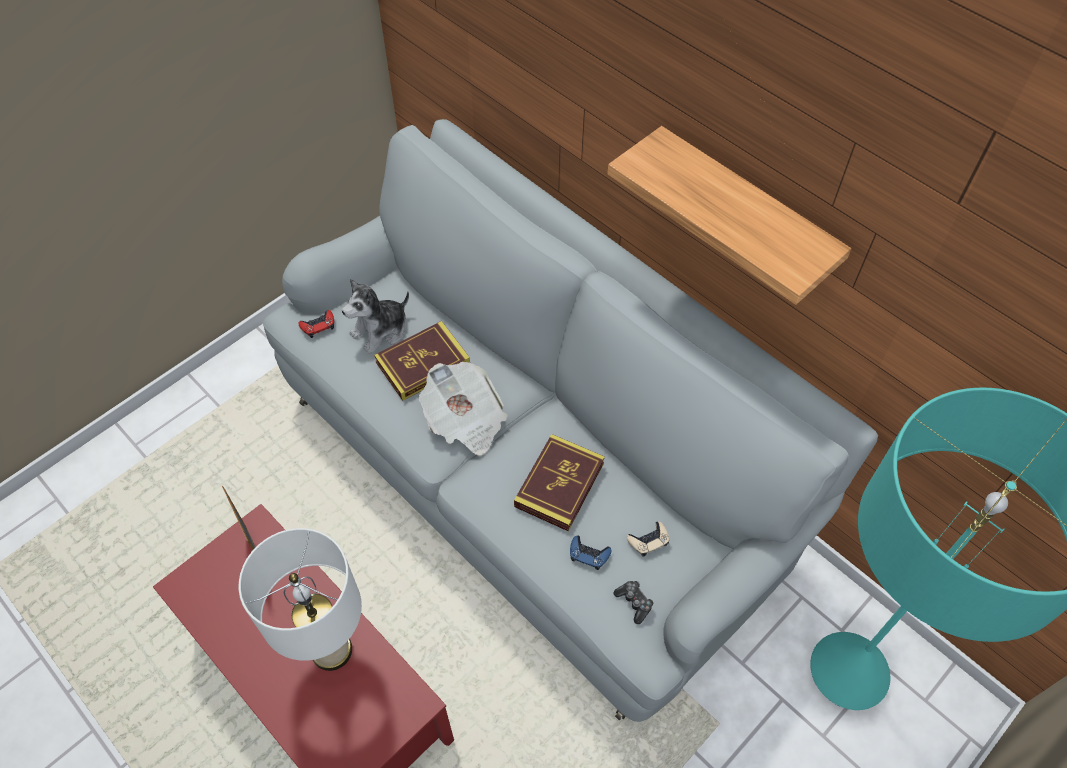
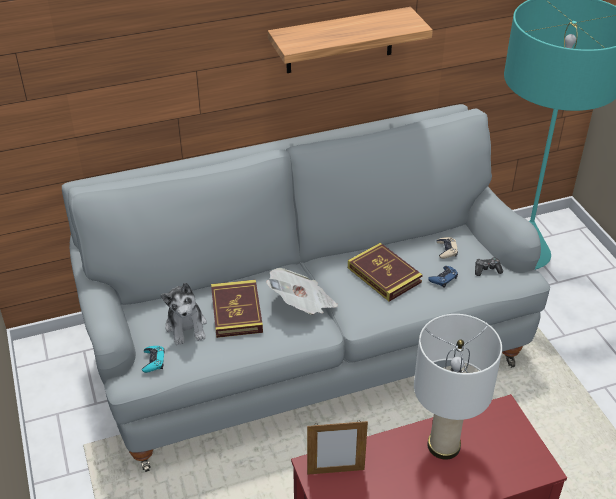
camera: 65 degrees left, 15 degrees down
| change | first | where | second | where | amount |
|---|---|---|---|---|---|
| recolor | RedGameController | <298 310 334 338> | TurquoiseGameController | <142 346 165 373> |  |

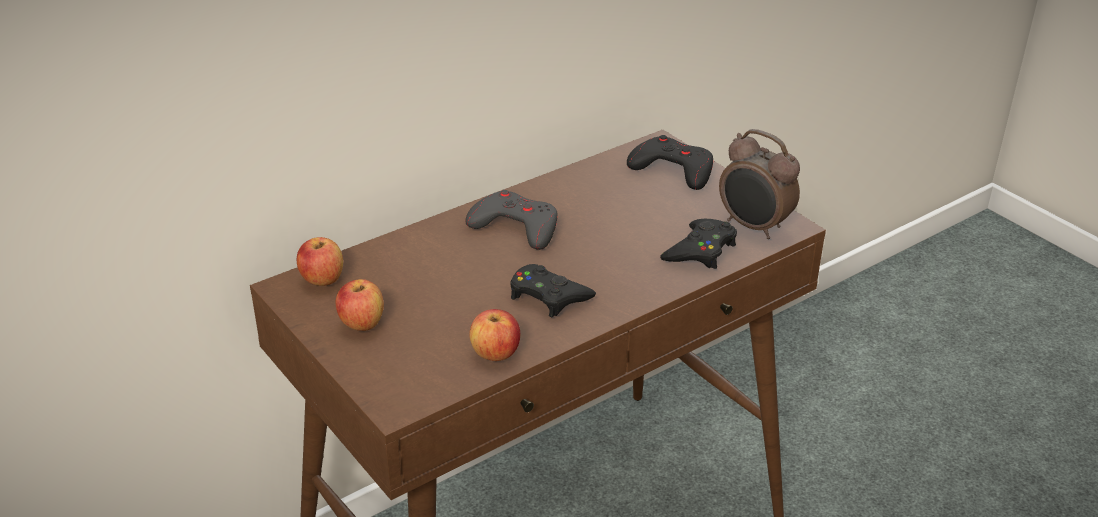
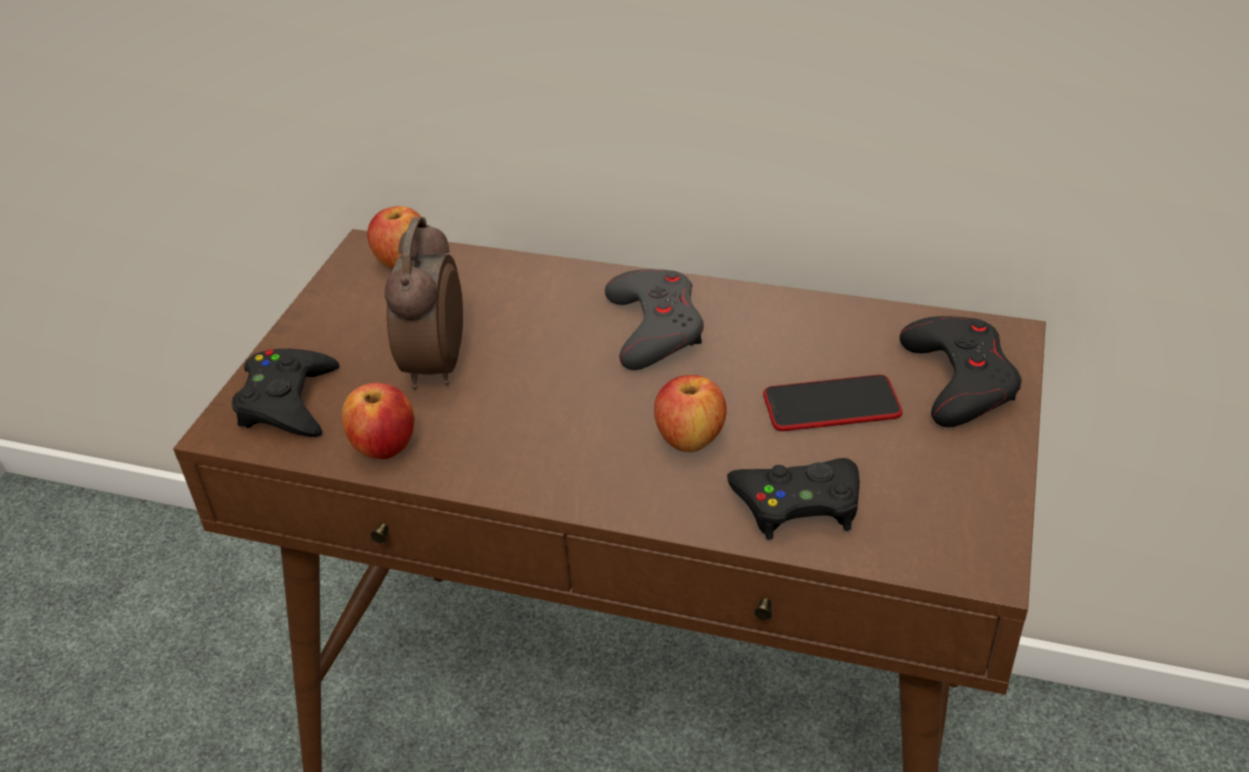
camera: 55 degrees right, 5 degrees up
| change | first | where | second | where | amount |
|---|---|---|---|---|---|
| move | BlackGameController | <510 264 596 317> |  | <232 349 340 437> |  |
| move | AlarmClock | <719 129 800 239> |  | <385 217 463 390> |  |
| move | Apple | <336 279 384 331> |  | <654 375 727 452> |  |
| insert |  |  | Phone | <763 374 902 431> |  |

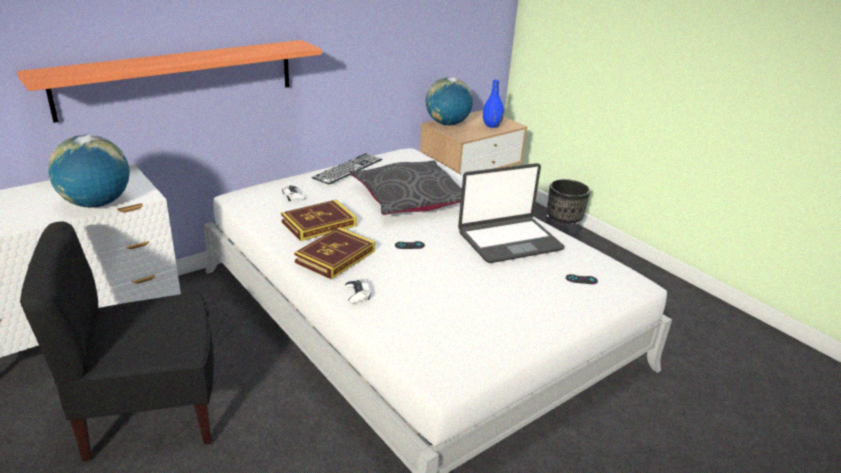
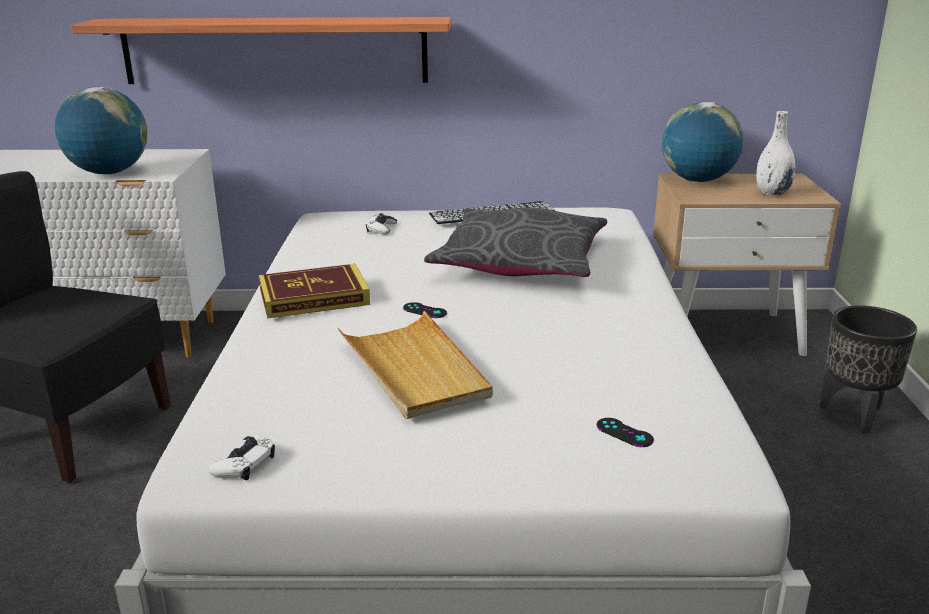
camera: 40 degrees right, 5 degrees down
| change | first | where | second | where | amount |
|---|---|---|---|---|---|
| move | WhiteGameController | <345 279 371 304> |  | <208 435 275 480> |  |
| insert |  |  | BeigeTray | <338 311 493 419> |  |
| recolor | BlueVase | <483 80 504 128> | WhiteVase | <756 111 795 196> |  |
| delete | Book | <281 200 357 241> |  |  |  |
| delete | Laptop | <458 163 565 263> |  |  |  |

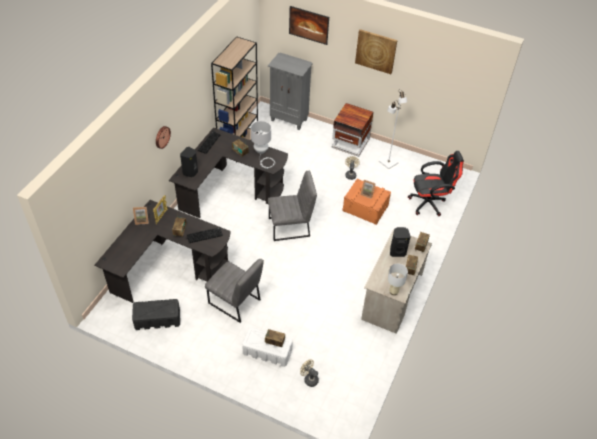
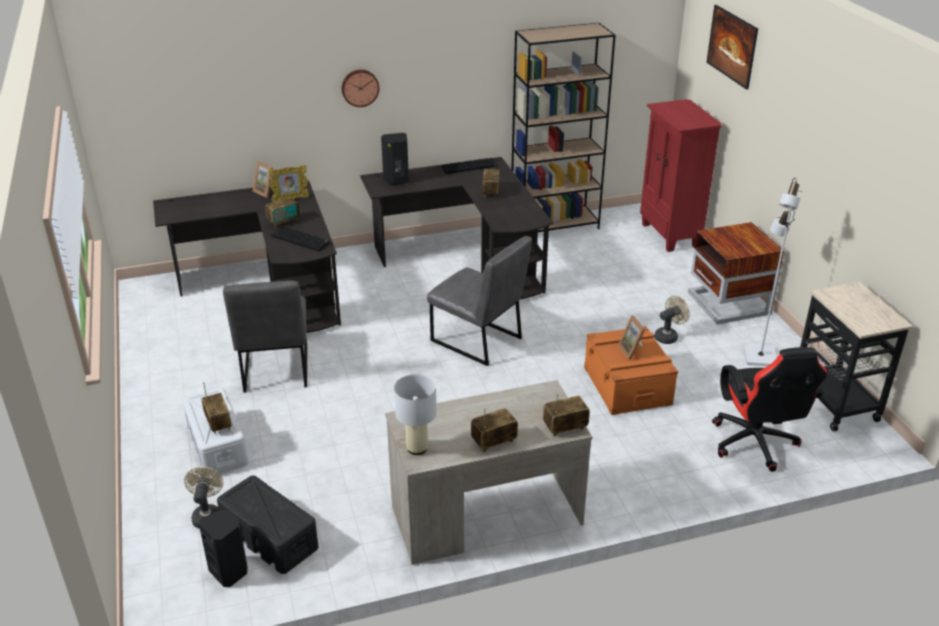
camera: 50 degrees right, 15 degrees down
| change | first | where | second | where | amount |
|---|---|---|---|---|---|
| move | BlackSpeaker | <390 227 411 257> |  | <199 510 248 587> |  |
| move | BlackStorageBox | <132 299 180 330> |  | <217 475 319 574> |  |
| recolor | GreyCabinet | <268 53 313 130> | RedCabinet | <640 99 722 252> |  |
| rotate | BlackOfficeChair | <408 151 464 216> |  | <712 347 827 472> | 45 degrees clockwise |
| insert |  |  | Cart | <800 282 913 432> |  |
| delete | WhiteTableLamp | <251 121 275 169> |  |  |  |
| delete | Picture | <355 29 397 74> |  |  |  |

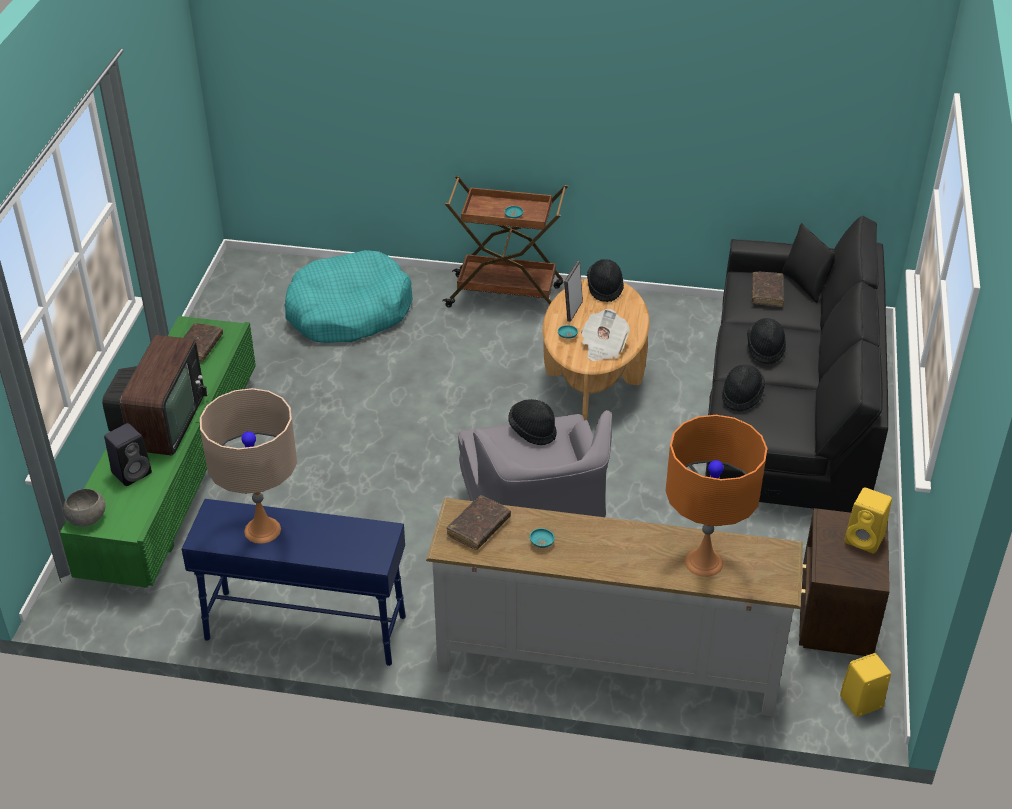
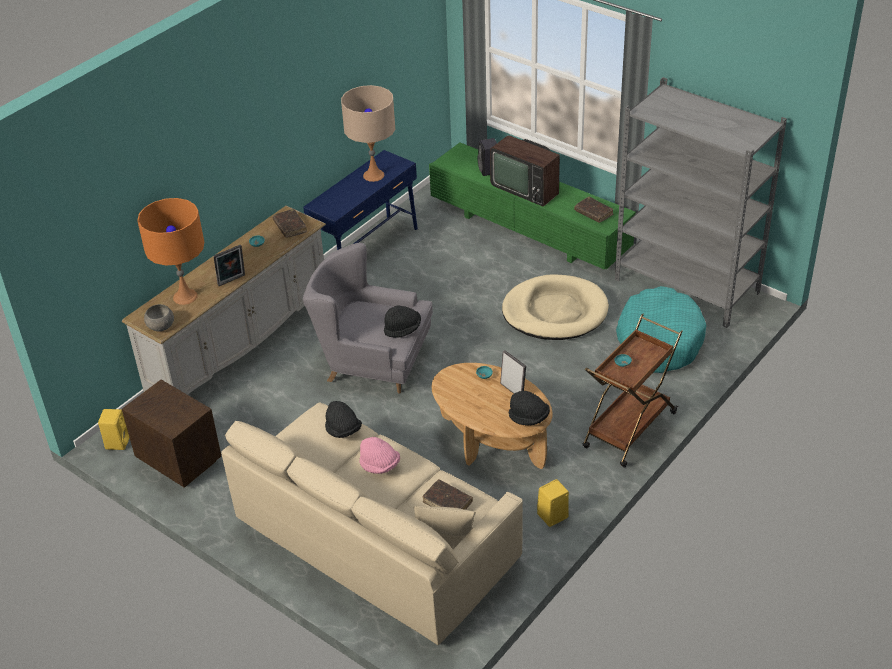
camera: 120 degrees right, 0 degrees up
| change | first | where | second | where | amount |
|---|---|---|---|---|---|
| move | GreyBowl | <63 489 106 527> |  | <144 304 174 332> |  |
| insert |  |  | PictureFrame | <213 245 245 286> |  |
| recolor | BlackSofa | <705 216 888 513> | BeigeSofa | <221 402 523 645> |  |
| recolor | BlackHat | <747 318 786 364> | PinkHat | <360 437 400 474> |  |
| insert |  |  | BeigeDogBed | <502 274 609 340> |  |
| move | YellowSpeaker | <844 487 892 554> |  | <537 479 569 527> |  |
| insert |  |  | GreyBookcase | <615 77 787 328> |  |
| delete | Newspaper | <581 309 630 361> |  |  |  |

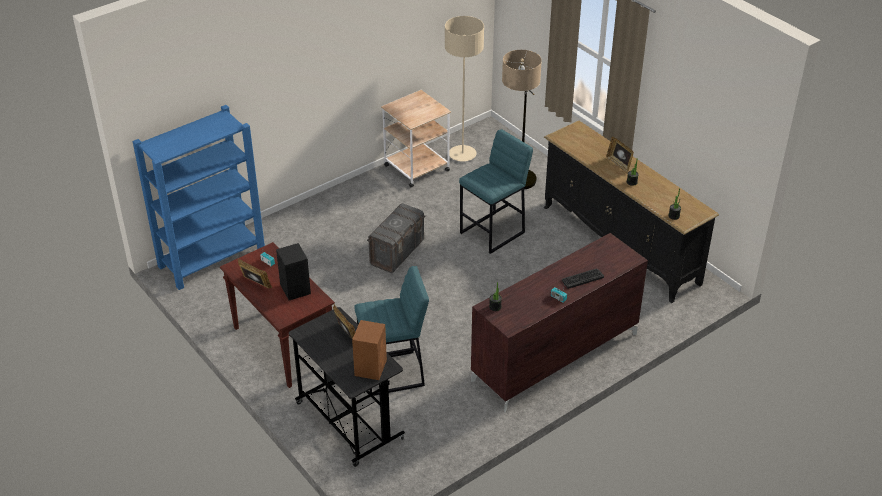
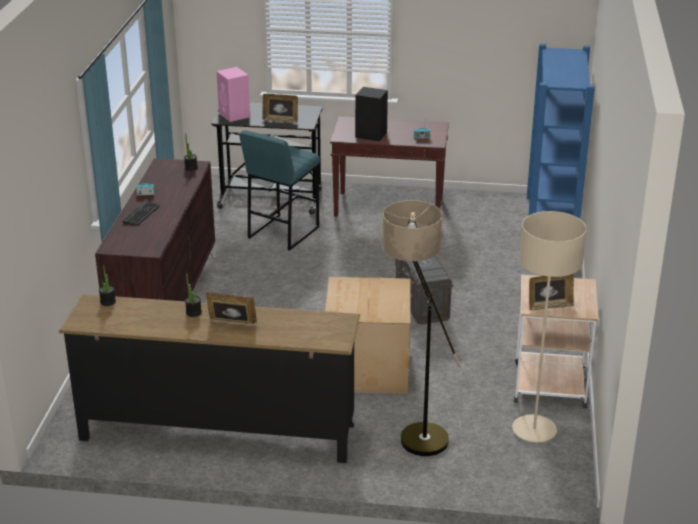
camera: 135 degrees right, 10 degrees down
| change | first | where | second | where | amount |
|---|---|---|---|---|---|
| recolor | BrownSpeaker | <352 320 387 380> | PinkSpeaker | <216 67 250 122> |  |
| replace | TurquoiseStool | <459 129 533 254> | CardboardBox | <325 277 410 394> |  |
| move | PictureFrame | <238 259 272 288> |  | <529 274 574 311> |  |

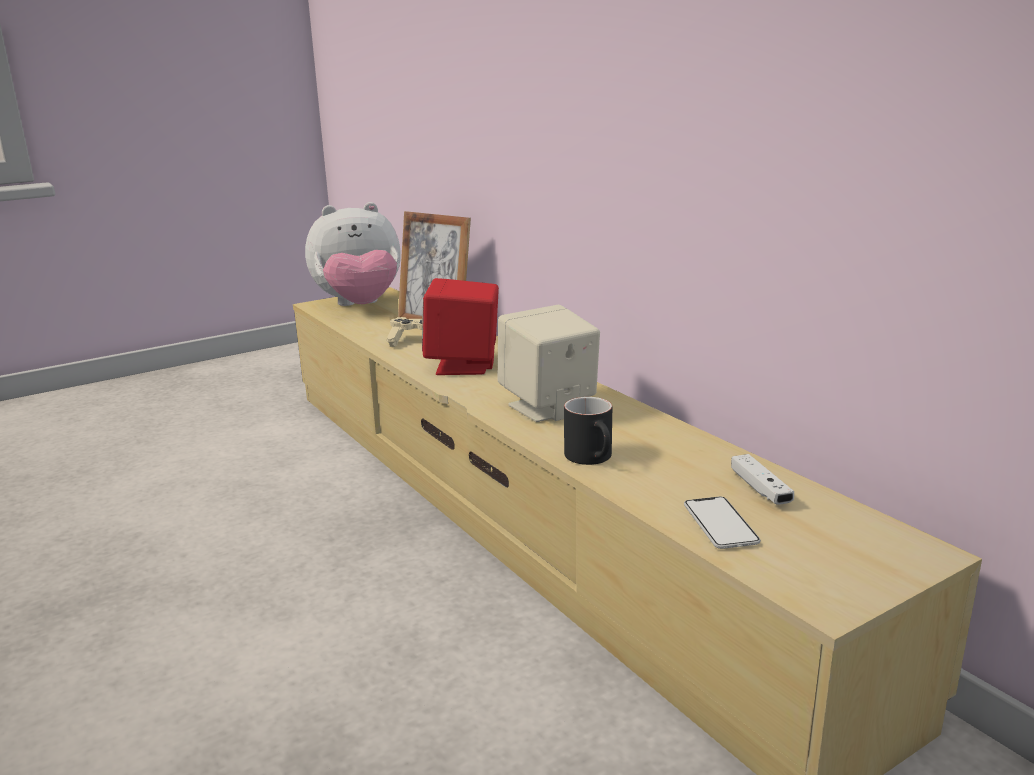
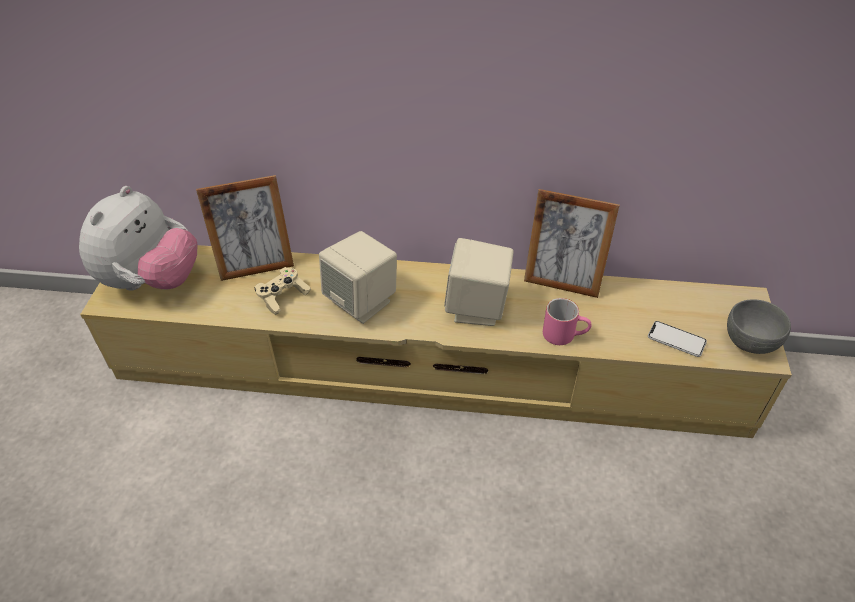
camera: 50 degrees left, 25 degrees up
| change | first | where | second | where | amount |
|---|---|---|---|---|---|
| recolor | RedSpeaker | <422 278 499 375> | BeigeSpeaker | <319 231 397 324> |  |
| insert |  |  | PictureFrame | <524 189 620 298> |  |
| recolor | BlackMug | <564 397 612 465> | PinkMug | <543 298 592 345> |  |
| insert |  |  | GreyBowl | <727 299 791 354> |  |
| delete | WhiteGameController | <731 454 794 505> |  |  |  |

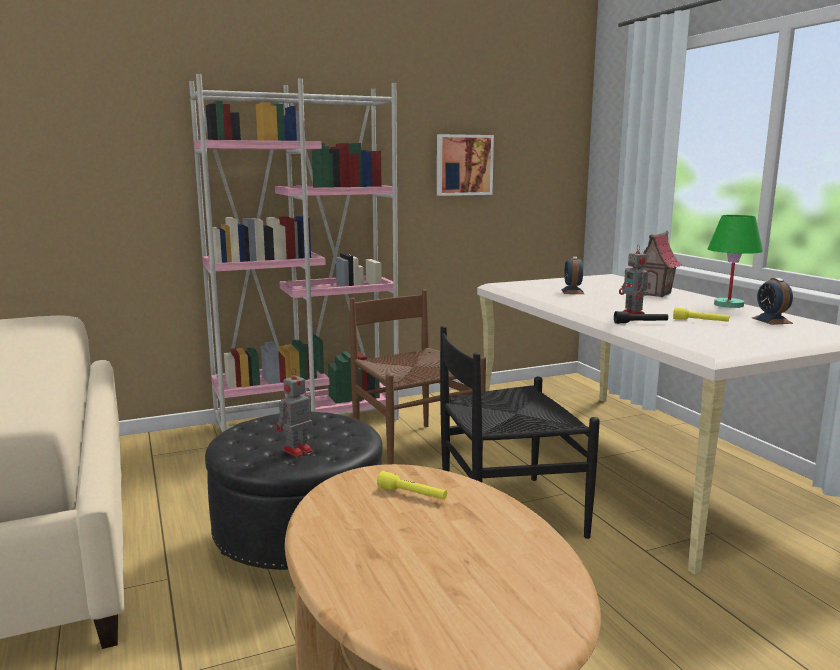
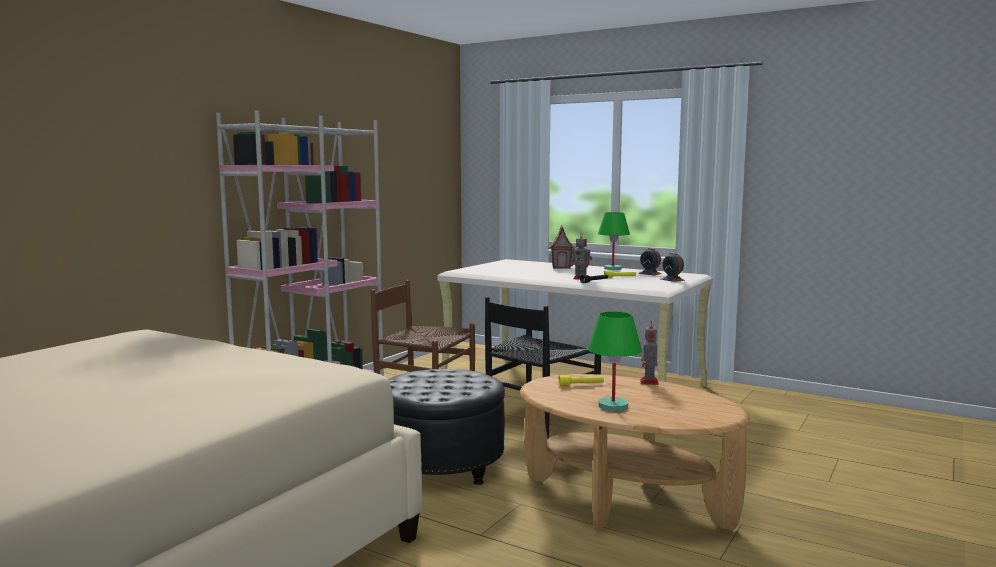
camera: 35 degrees left, 5 degrees down
| change | first | where | second | where | amount |
|---|---|---|---|---|---|
| insert |  |  | GreenTableLamp | <588 311 642 411> |  |
| move | ToyRobot | <276 368 312 457> |  | <640 320 659 385> |  |
| move | AlarmClock | <561 256 584 294> |  | <661 253 685 282> |  |
| delete | Picture | <437 134 494 196> |  |  |  |

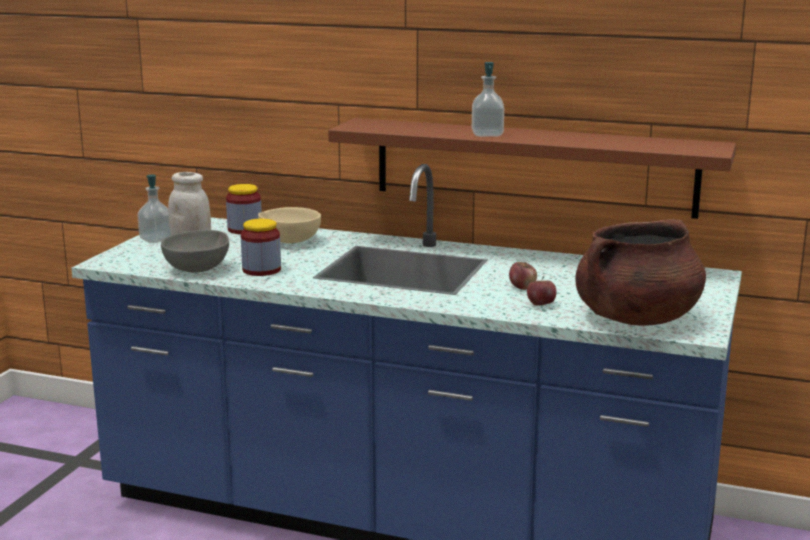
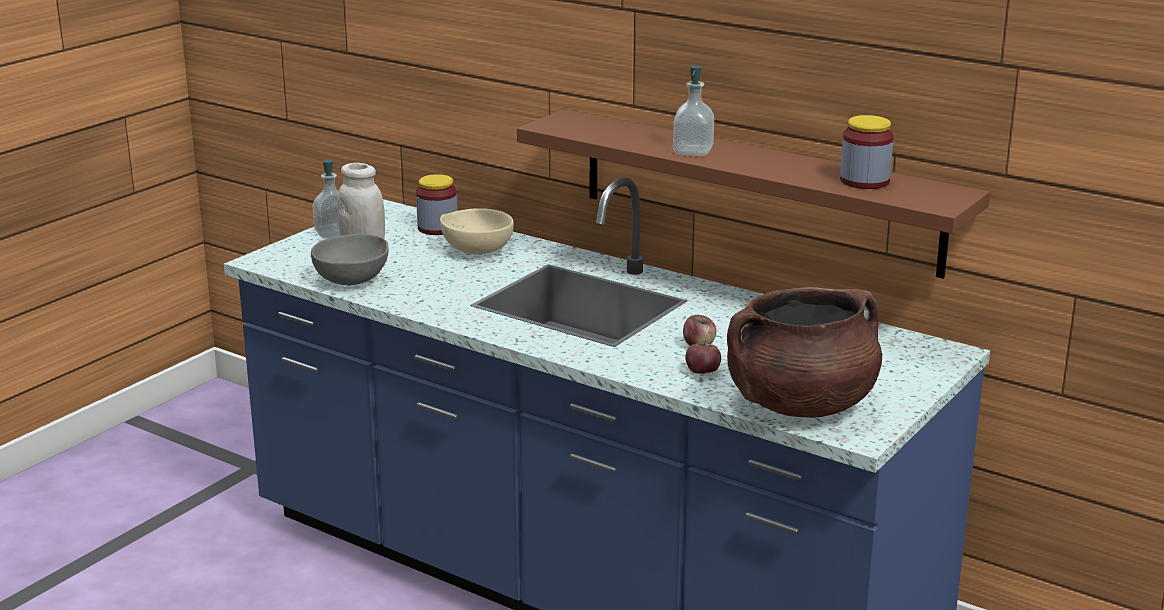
camera: 15 degrees right, 5 degrees up
| change | first | where | second | where | amount |
|---|---|---|---|---|---|
| move | Jar | <241 219 281 276> |  | <840 115 894 189> |  |

